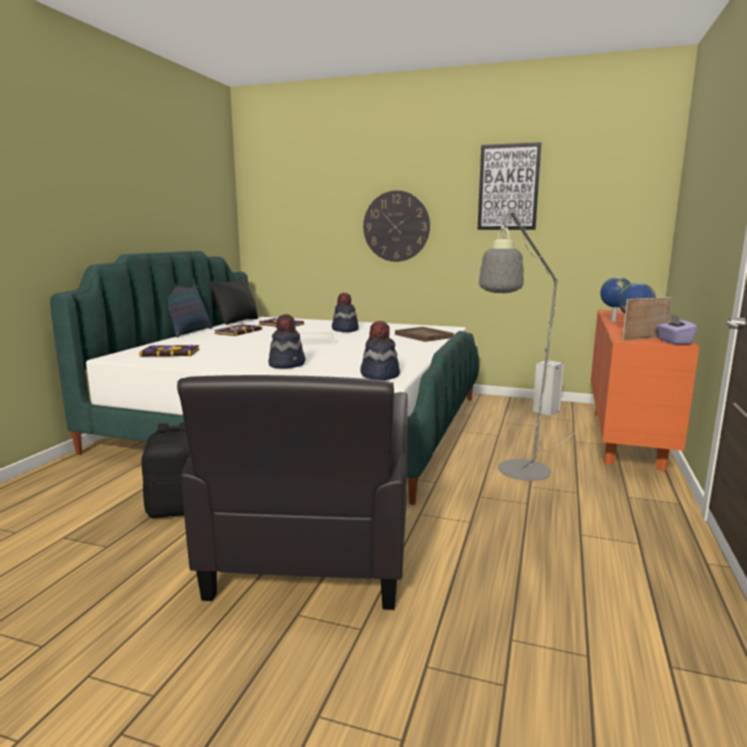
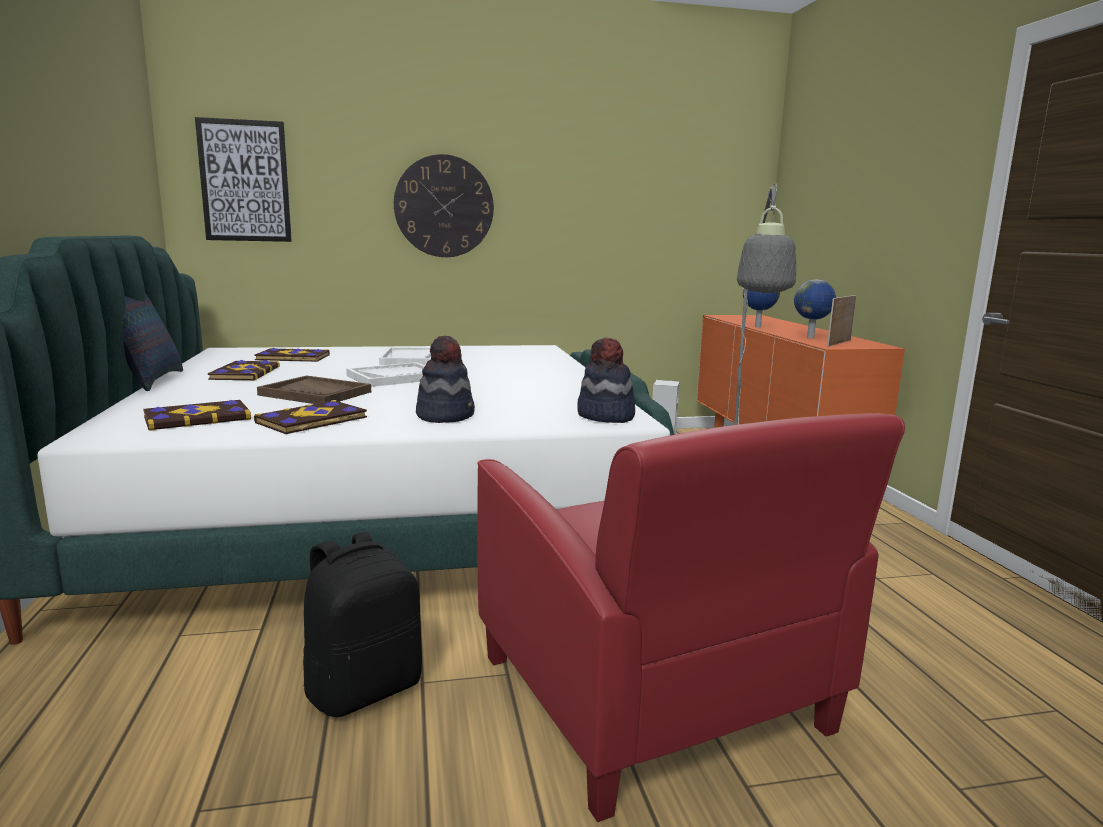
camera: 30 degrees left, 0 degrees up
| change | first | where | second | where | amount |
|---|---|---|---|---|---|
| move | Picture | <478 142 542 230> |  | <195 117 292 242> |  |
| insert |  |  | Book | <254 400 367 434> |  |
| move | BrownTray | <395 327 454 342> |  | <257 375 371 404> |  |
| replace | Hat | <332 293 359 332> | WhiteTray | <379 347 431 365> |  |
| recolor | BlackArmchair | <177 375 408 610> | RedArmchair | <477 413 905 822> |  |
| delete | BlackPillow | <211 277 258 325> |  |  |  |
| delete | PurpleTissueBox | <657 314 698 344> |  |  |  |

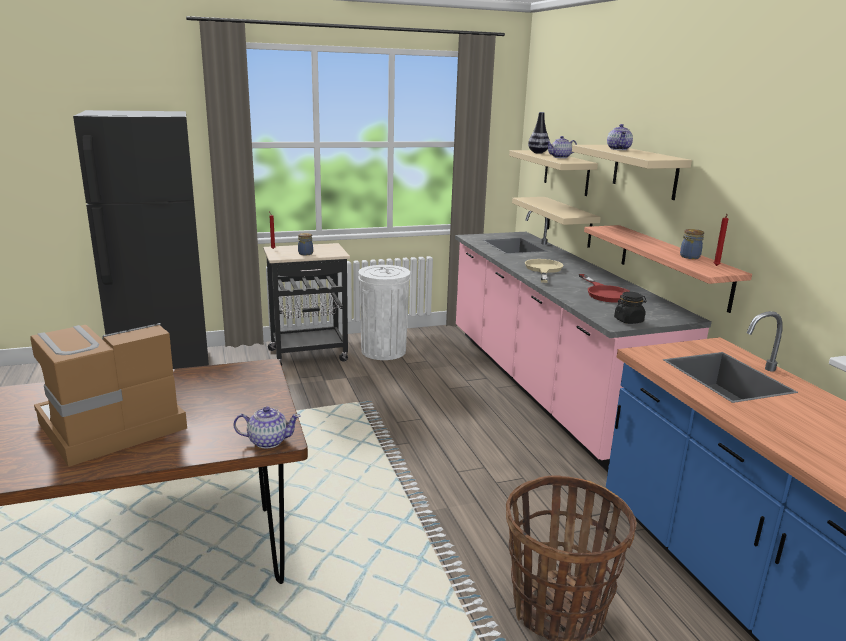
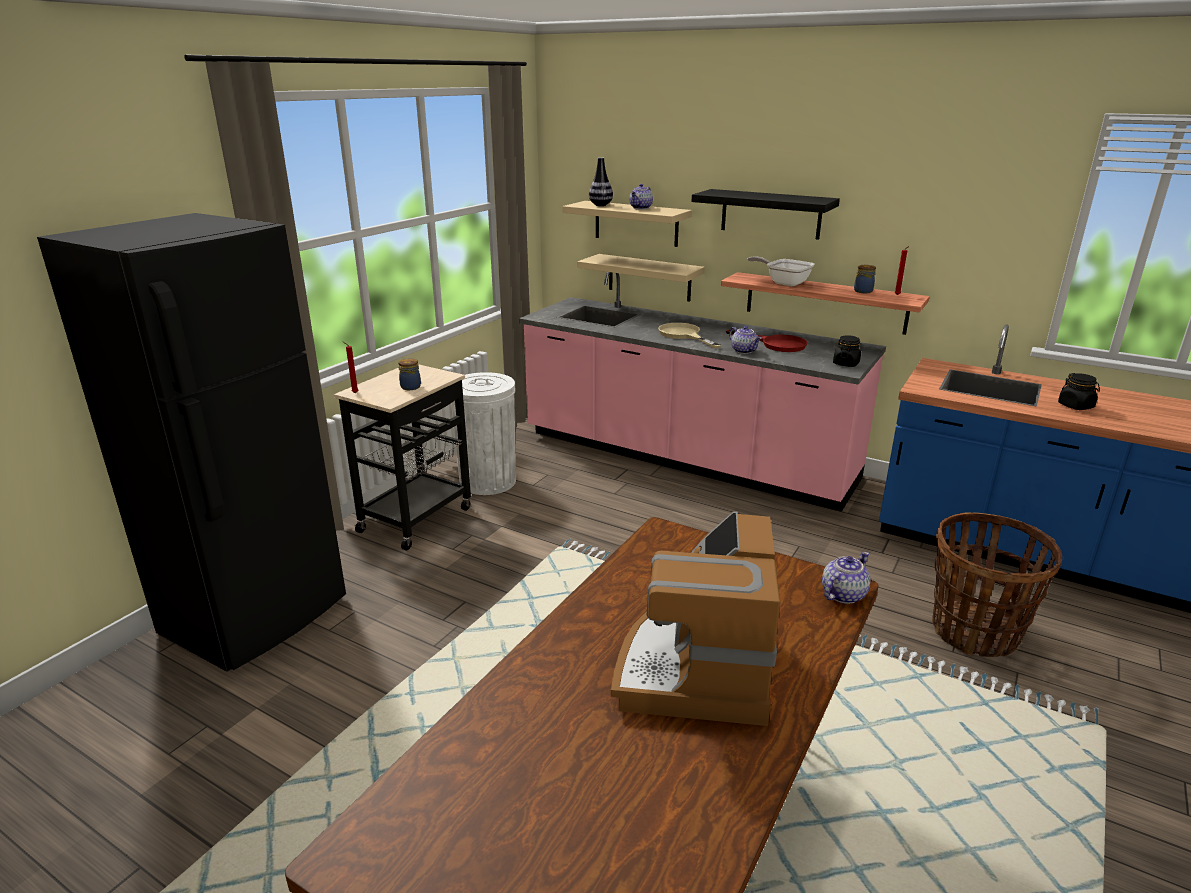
camera: 40 degrees left, 5 degrees up
| change | first | where | second | where | amount |
|---|---|---|---|---|---|
| recolor | BeigeShelf | <572 145 692 200> | BlackShelf | <692 189 840 240> |  |
| move | Teapot | <607 124 633 150> |  | <729 326 761 354> |  |
| insert |  |  | FryingPan | <748 256 815 286> |  |
| insert |  |  | BlackJar | <1058 373 1100 410> |  |

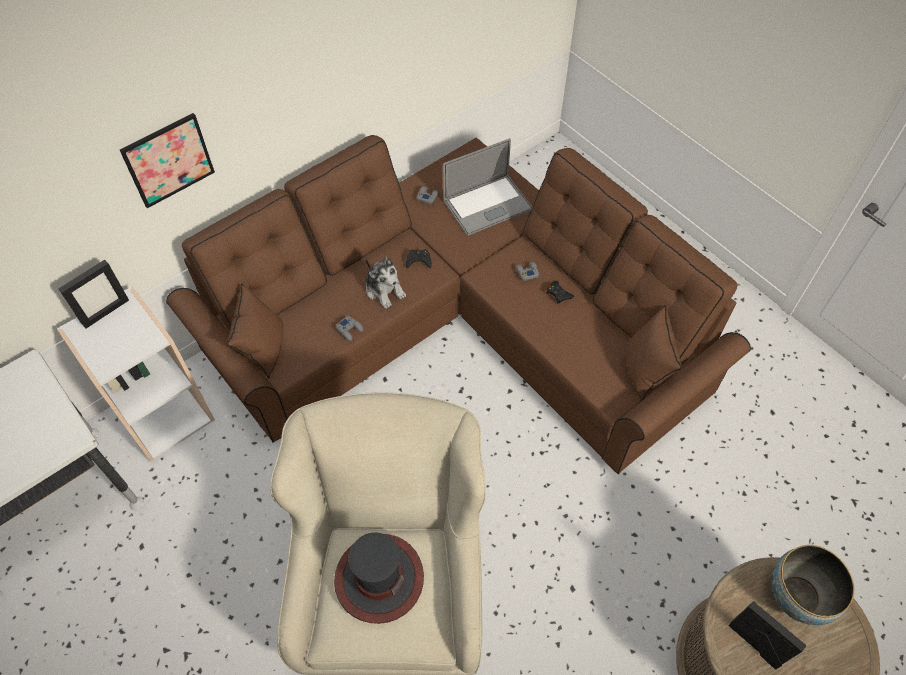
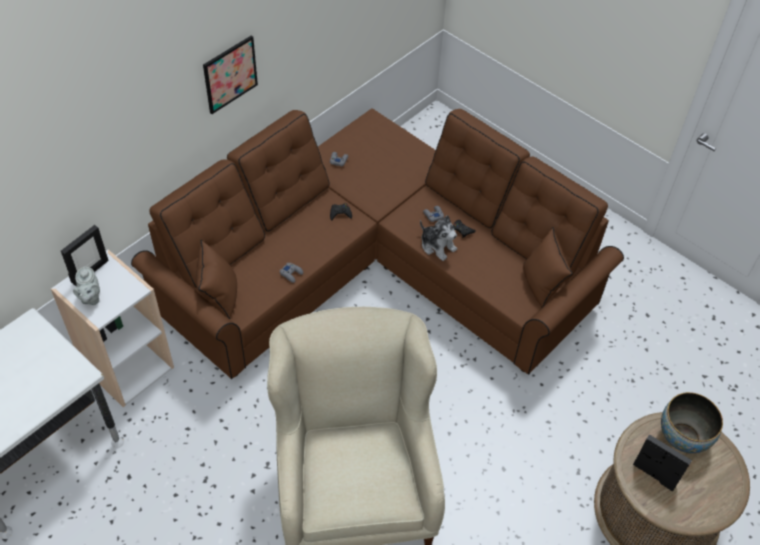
camera: 10 degrees left, 5 degrees down
| change | first | where | second | where | amount |
|---|---|---|---|---|---|
| insert |  |  | GreyTeapot | <73 266 100 305> |  |
| move | Picture | <120 113 215 208> |  | <203 36 258 114> |  |
| move | PlushToy | <366 257 406 309> |  | <420 215 457 261> |  |
| delete | Hat | <334 533 424 624> |  |  |  |
| delete | Laptop | <443 138 532 236> |  |  |  |

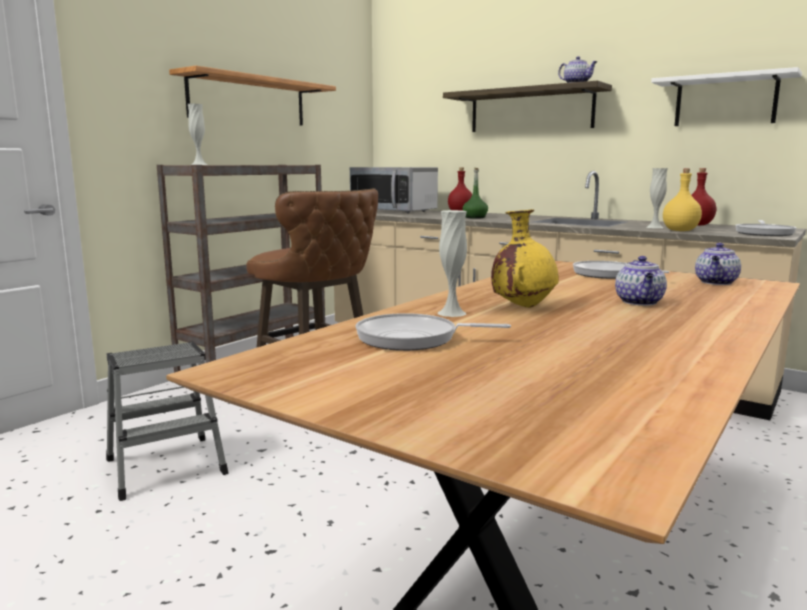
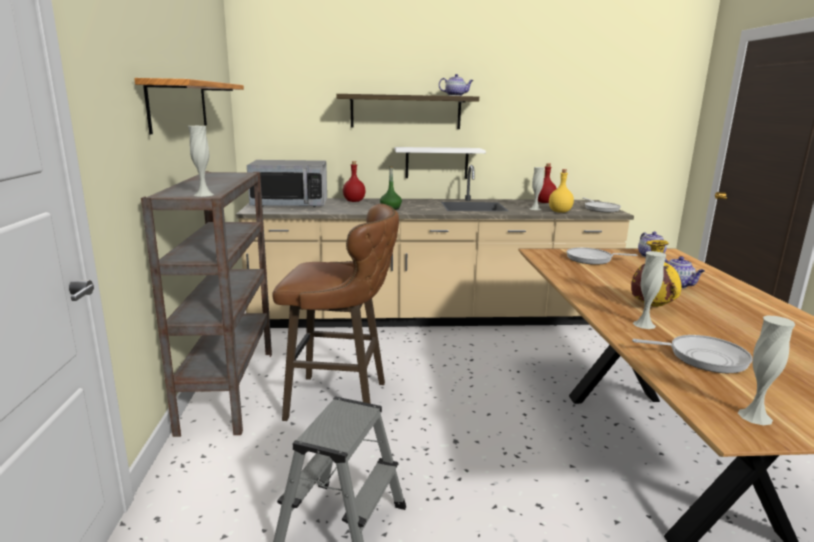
camera: 40 degrees left, 5 degrees up
| change | first | where | second | where | amount |
|---|---|---|---|---|---|
| move | WhiteShelf | <651 67 802 126> |  | <394 147 486 179> |  |
| rotate | FryingPan | <356 313 511 351> |  | <632 335 753 373> | 135 degrees counterclockwise |
| insert |  |  | WhiteVase | <738 315 796 425> |  |

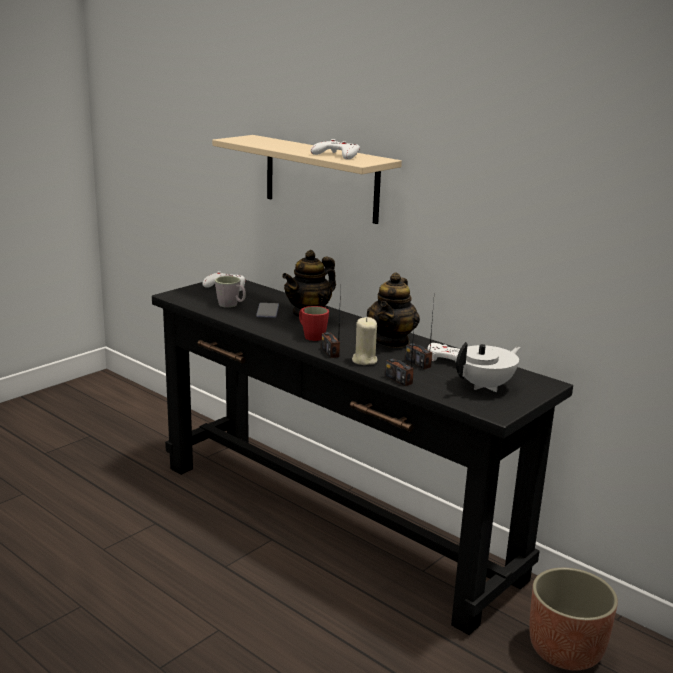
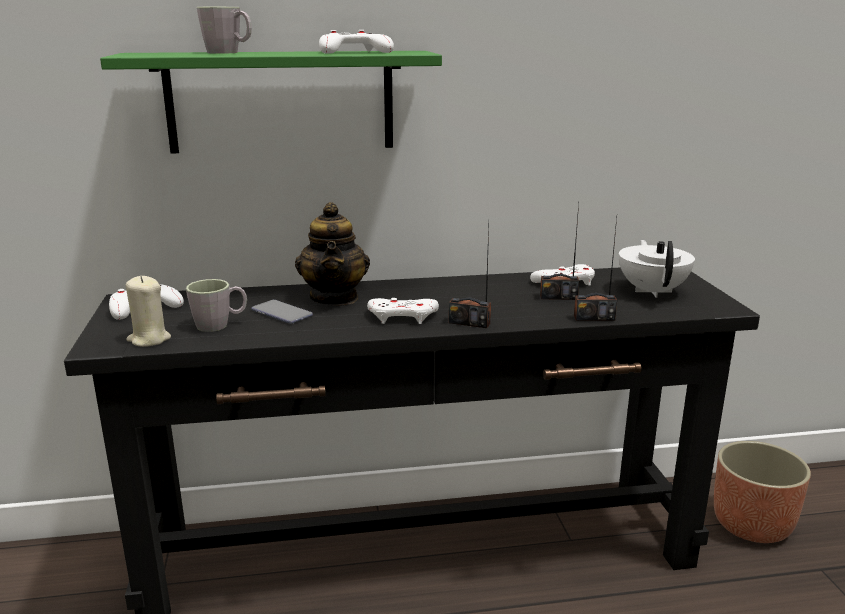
camera: 50 degrees left, 0 degrees up
| change | first | where | second | where | amount |
|---|---|---|---|---|---|
| recolor | BeigeShelf | <212 135 402 224> | GreenShelf | <100 51 442 153> |  |
| move | BeigeCandle | <352 317 377 365> |  | <125 276 171 347> |  |
| insert |  |  | GreyMug | <197 7 252 54> |  |
| replace | RedMug | <299 306 329 341> | WhiteGameController | <367 298 439 324> |  |
| delete | Teapot | <367 272 420 348> |  |  |  |

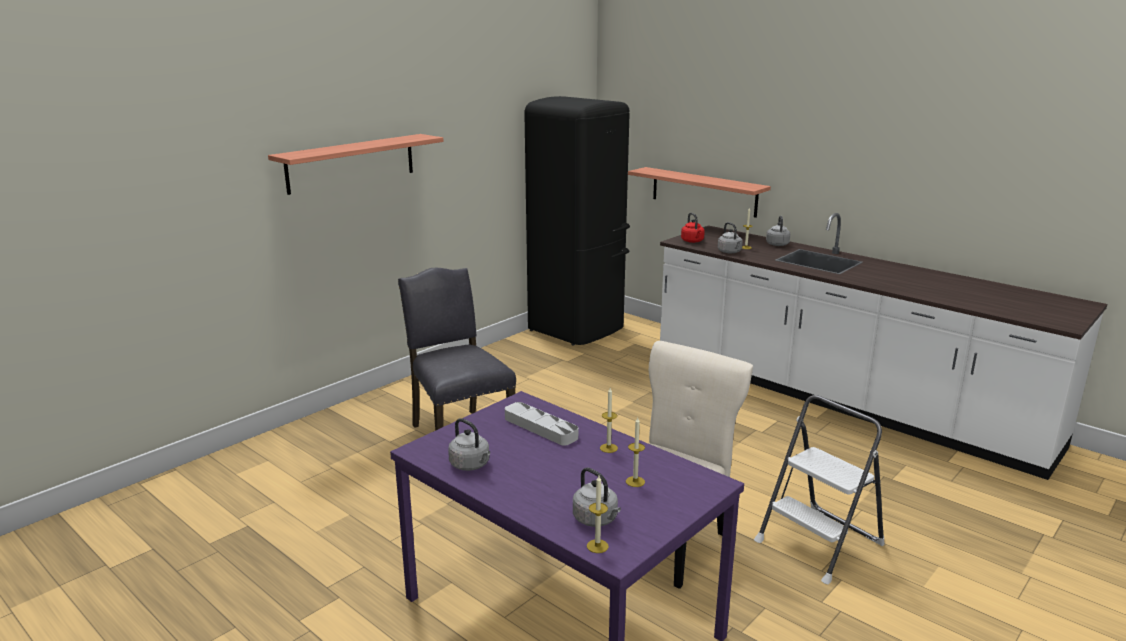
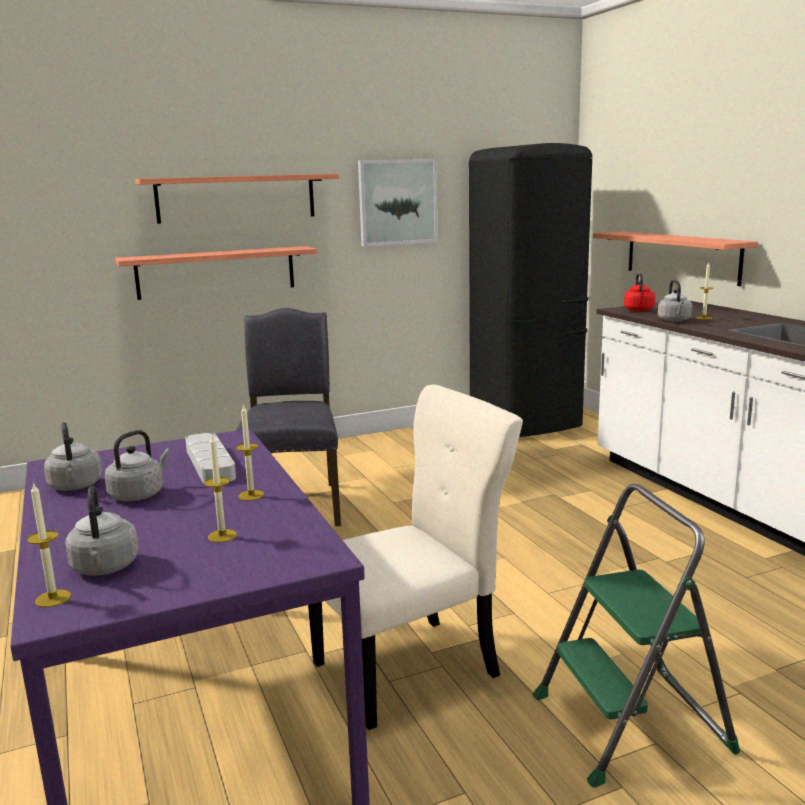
camera: 25 degrees right, 5 degrees down
| change | first | where | second | where | amount |
|---|---|---|---|---|---|
| move | GreyKettle | <766 216 790 246> |  | <105 430 170 501> |  |
| insert |  |  | Shelf | <115 246 317 300> |  |
| insert |  |  | Picture | <358 159 438 247> |  |
| recolor | WhiteStepLadder | <754 395 885 584> | GreenStepLadder | <533 484 740 787> |  |

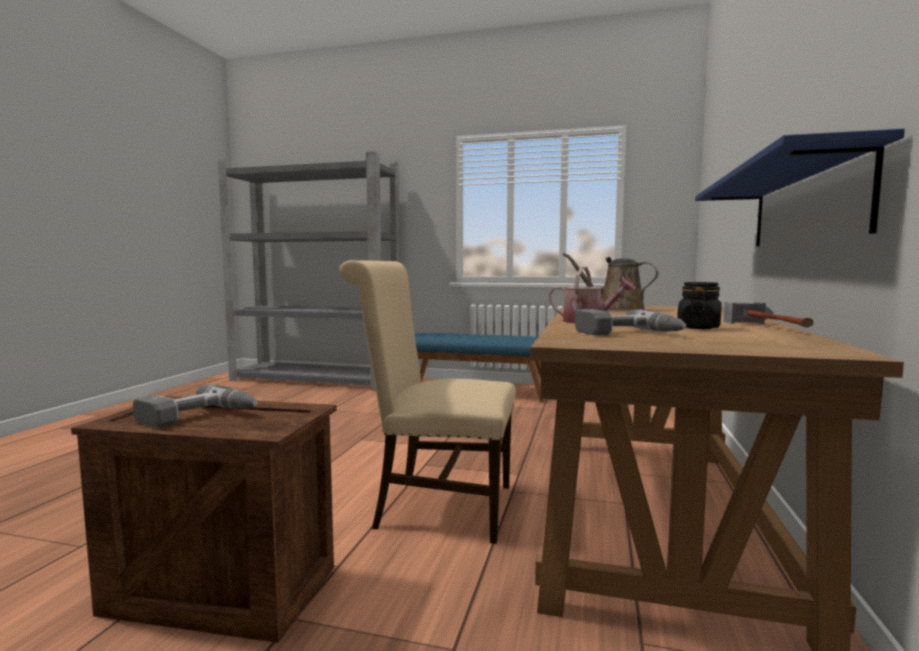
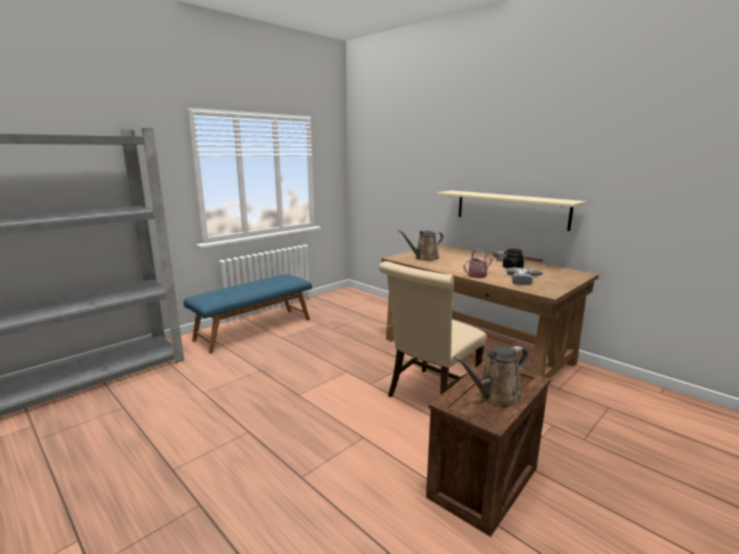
camera: 60 degrees left, 10 degrees up
| change | first | where | second | where | amount |
|---|---|---|---|---|---|
| recolor | BlueShelf | <695 129 905 246> | BeigeShelf | <436 191 587 231> |  |
| replace | PowerDrill | <133 385 258 428> | BrownWateringCan | <454 346 528 404> |  |

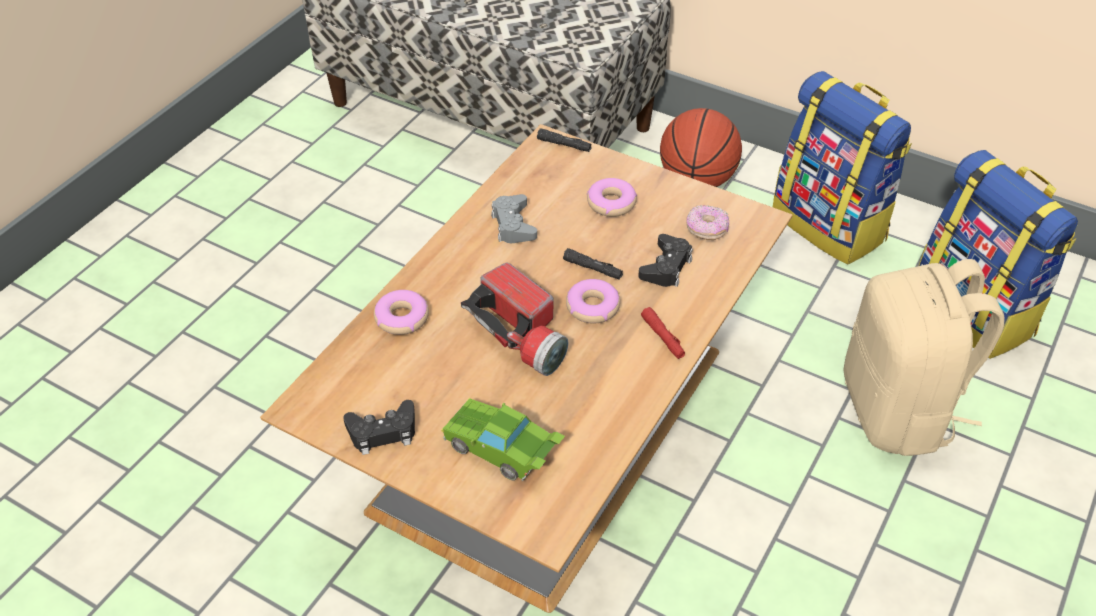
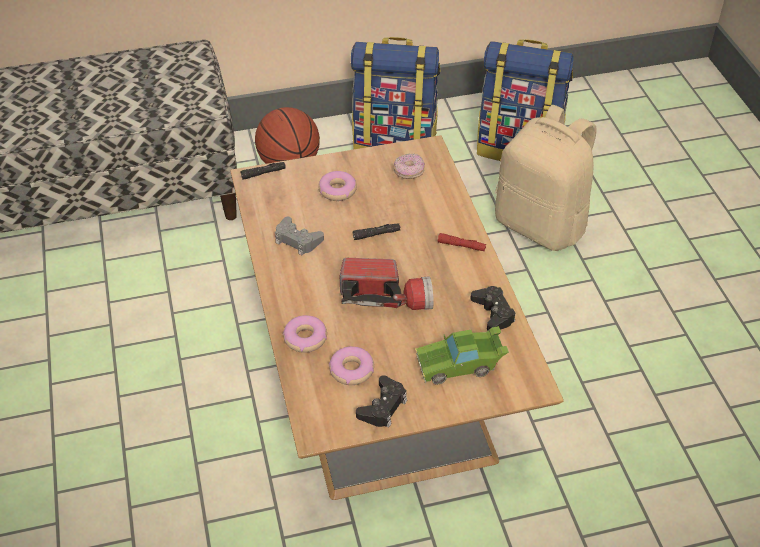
camera: 45 degrees left, 0 degrees up
| change | first | where | second | where | amount |
|---|---|---|---|---|---|
| move | Donut | <566 279 620 324> |  | <329 346 374 385> |  |
| move | BlackGameController | <638 234 693 287> |  | <470 286 516 331> |  |

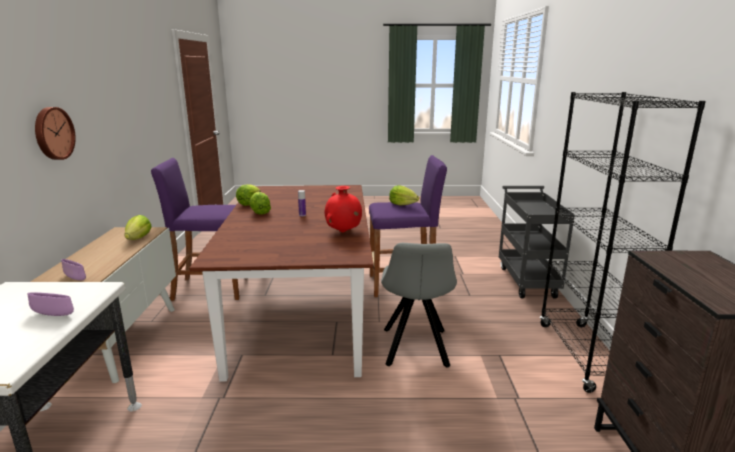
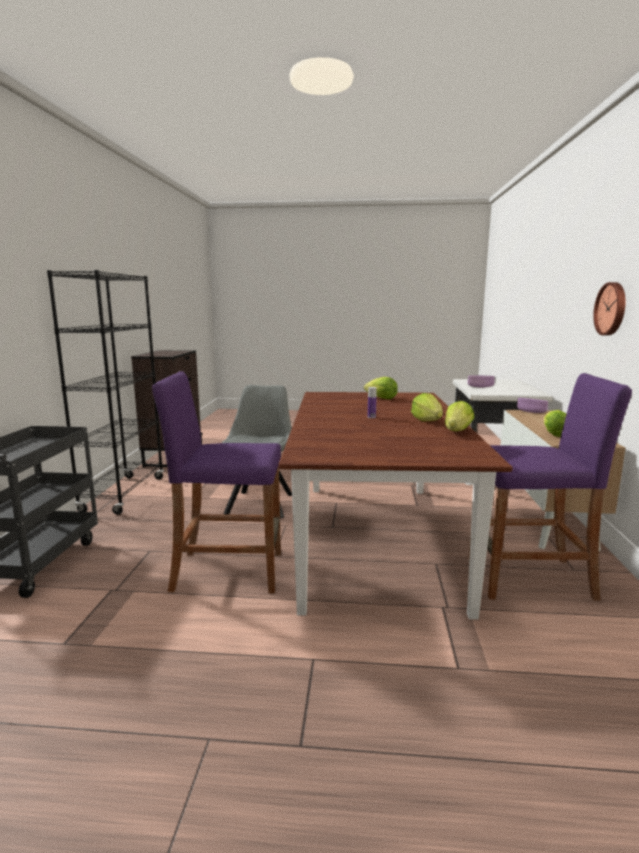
camera: 175 degrees left, 5 degrees down
| change | first | where | second | where | amount |
|---|---|---|---|---|---|
| move | Lettuce | <389 185 419 205> |  | <364 377 398 399> |  |
| delete | RedVase | <325 186 362 232> |  |  |  |

